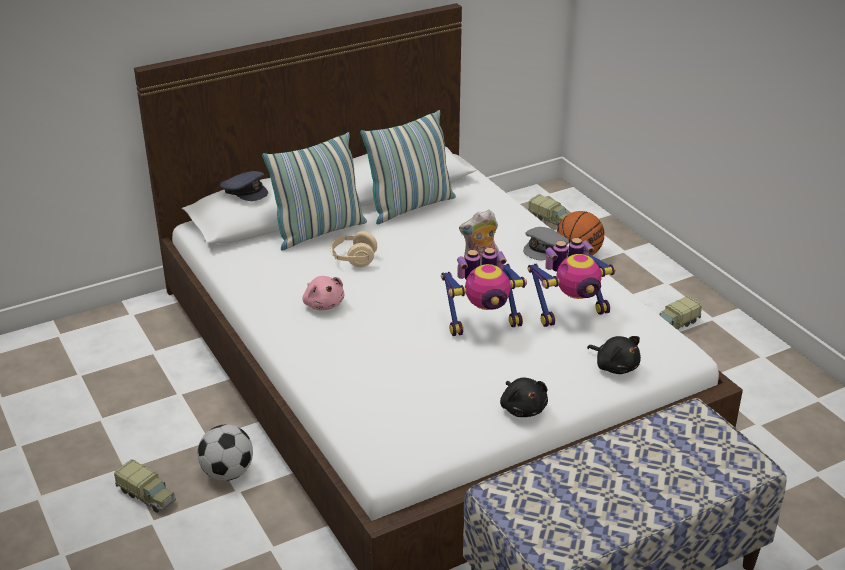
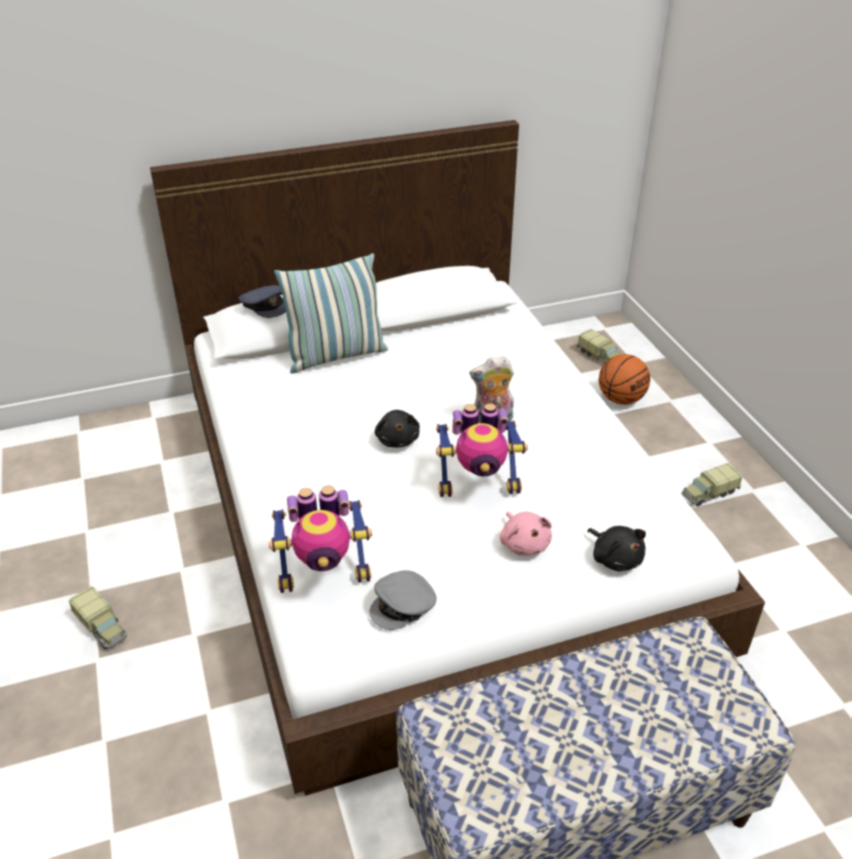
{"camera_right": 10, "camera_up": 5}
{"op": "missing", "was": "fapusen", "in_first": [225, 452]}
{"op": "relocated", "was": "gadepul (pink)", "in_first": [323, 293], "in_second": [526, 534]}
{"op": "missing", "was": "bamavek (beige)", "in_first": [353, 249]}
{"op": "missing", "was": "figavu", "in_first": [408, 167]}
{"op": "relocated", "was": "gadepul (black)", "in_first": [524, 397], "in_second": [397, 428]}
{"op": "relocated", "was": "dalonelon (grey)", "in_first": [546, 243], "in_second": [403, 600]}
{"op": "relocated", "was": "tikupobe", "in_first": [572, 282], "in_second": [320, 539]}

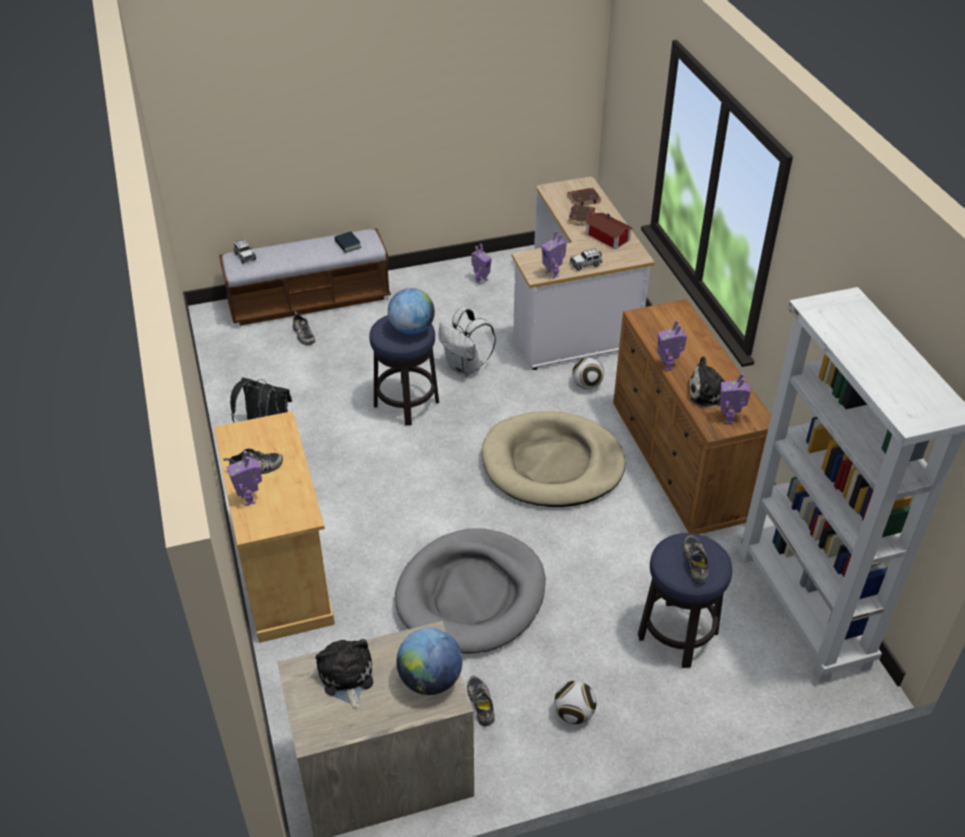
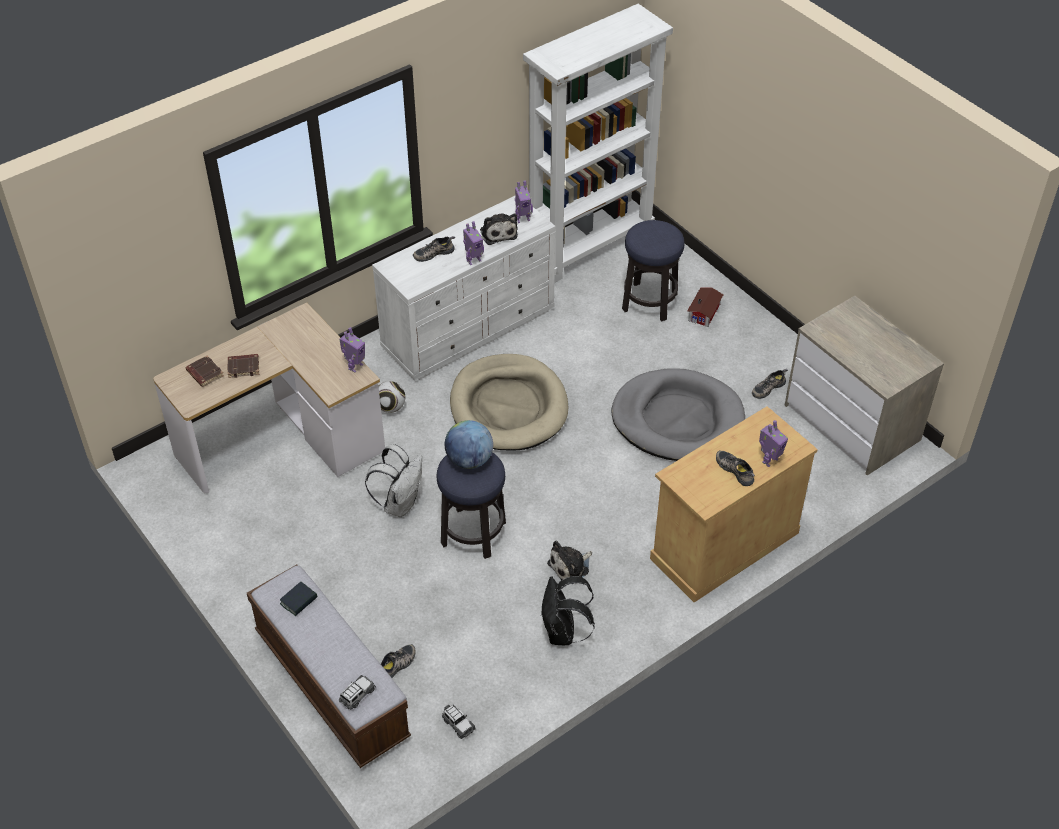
{"camera_right": -110, "camera_up": 5}
{"op": "relocated", "was": "gadepul", "in_first": [344, 674], "in_second": [569, 562]}
{"op": "missing", "was": "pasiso", "in_first": [429, 661]}
{"op": "missing", "was": "tikupobe", "in_first": [481, 264]}
{"op": "missing", "was": "fapusen", "in_first": [575, 702]}
{"op": "relocated", "was": "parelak", "in_first": [586, 259], "in_second": [459, 721]}
{"op": "relocated", "was": "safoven", "in_first": [609, 230], "in_second": [705, 307]}
{"op": "colour", "was": "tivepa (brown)", "now": "tivepa (white)", "in_first": [692, 416], "in_second": [463, 288]}
{"op": "relocated", "was": "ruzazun", "in_first": [696, 559], "in_second": [434, 249]}

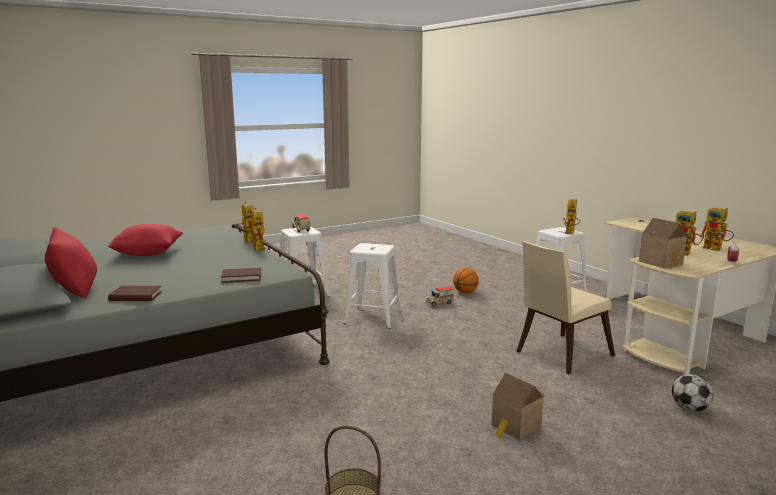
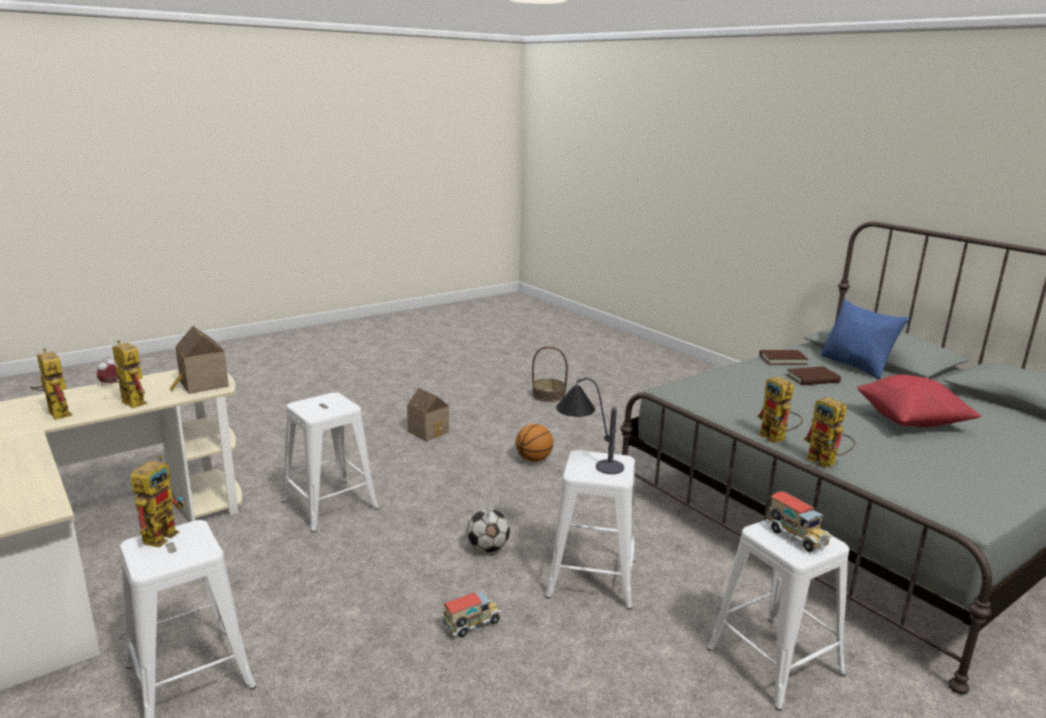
{"camera_right": 175, "camera_up": 5}
{"op": "colour", "was": "figavu (red)", "now": "figavu (blue)", "in_first": [71, 262], "in_second": [865, 339]}
{"op": "relocated", "was": "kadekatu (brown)", "in_first": [241, 275], "in_second": [813, 375]}
{"op": "relocated", "was": "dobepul", "in_first": [466, 280], "in_second": [534, 443]}
{"op": "exchanged", "was": "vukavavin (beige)", "now": "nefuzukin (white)", "in_first": [565, 307], "in_second": [330, 462]}
{"op": "relocated", "was": "fapusen", "in_first": [692, 393], "in_second": [488, 531]}
{"op": "appeared", "now": "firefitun", "in_second": [590, 426]}

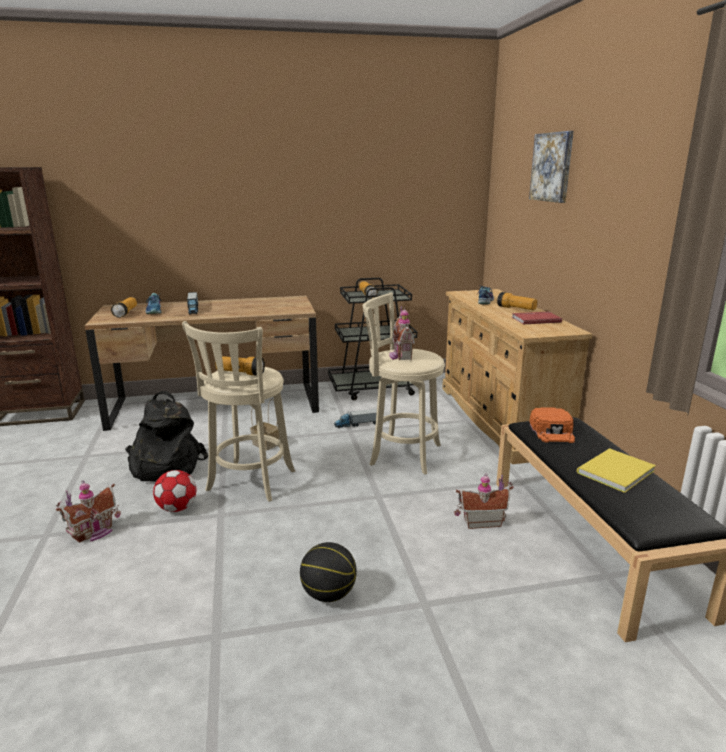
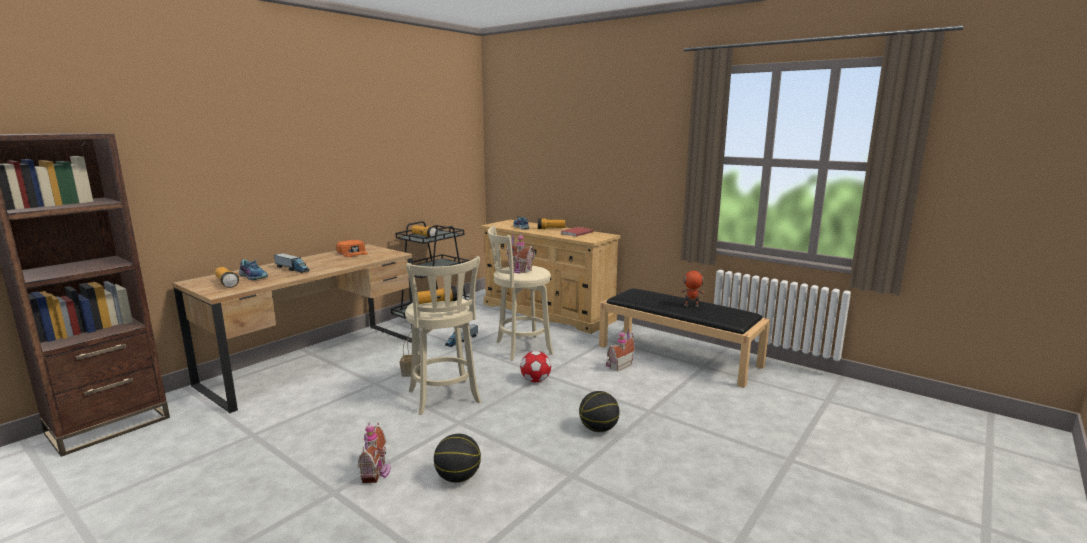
{"camera_right": -40, "camera_up": -5}
{"op": "missing", "was": "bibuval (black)", "in_first": [166, 436]}
{"op": "relocated", "was": "fapusen", "in_first": [174, 491], "in_second": [535, 366]}
{"op": "missing", "was": "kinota", "in_first": [551, 167]}
{"op": "relocated", "was": "dalonelon (orange)", "in_first": [552, 425], "in_second": [352, 248]}
{"op": "exchanged", "was": "kadekatu (yellow)", "now": "tikupobe", "in_first": [616, 470], "in_second": [693, 288]}
{"op": "appeared", "now": "dobepul", "in_second": [457, 458]}

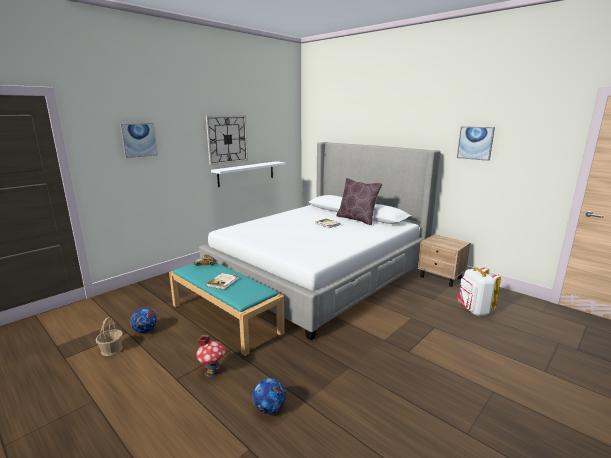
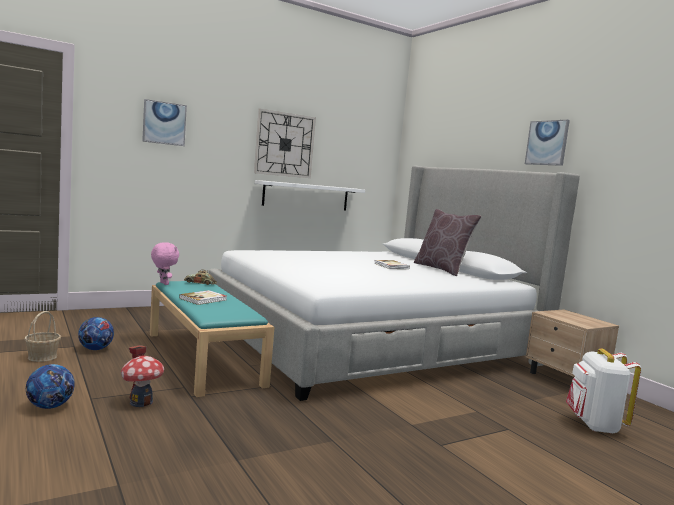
{"camera_right": 15, "camera_up": -10}
{"op": "relocated", "was": "fapusen", "in_first": [269, 396], "in_second": [50, 386]}
{"op": "relocated", "was": "kinota", "in_first": [476, 143], "in_second": [547, 143]}
{"op": "appeared", "now": "gadepul (pink)", "in_second": [165, 263]}

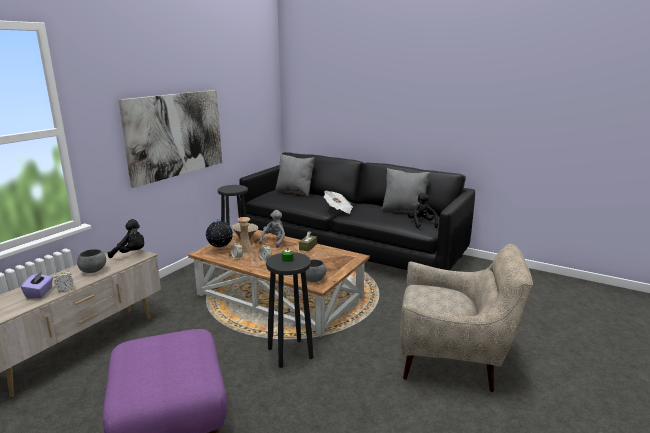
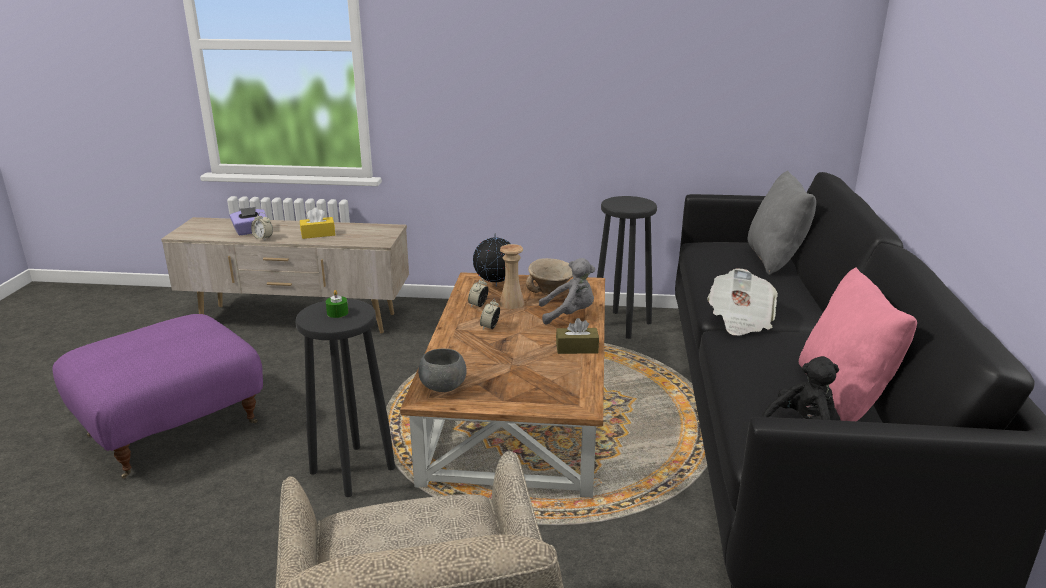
{"camera_right": 65, "camera_up": 5}
{"op": "exchanged", "was": "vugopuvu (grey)", "now": "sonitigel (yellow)", "in_first": [91, 261], "in_second": [317, 223]}
{"op": "missing", "was": "gadepul (black)", "in_first": [126, 238]}
{"op": "missing", "was": "kinota", "in_first": [170, 139]}
{"op": "colour", "was": "figavu (grey)", "now": "figavu (pink)", "in_first": [405, 190], "in_second": [858, 344]}

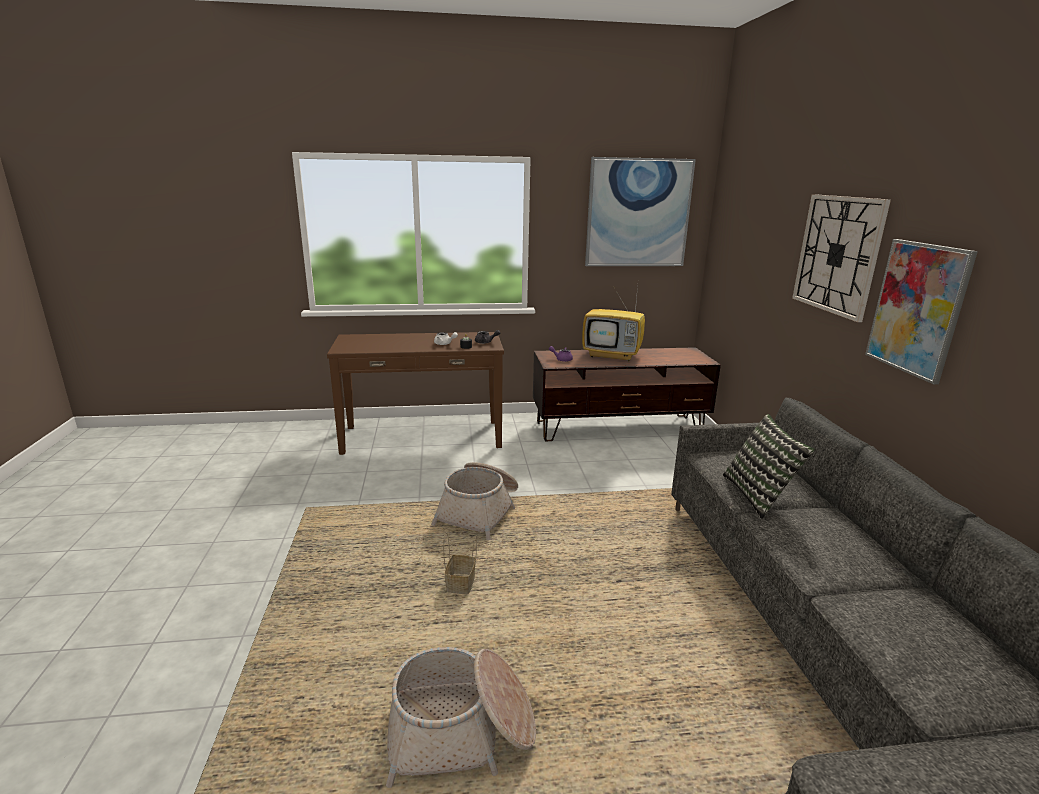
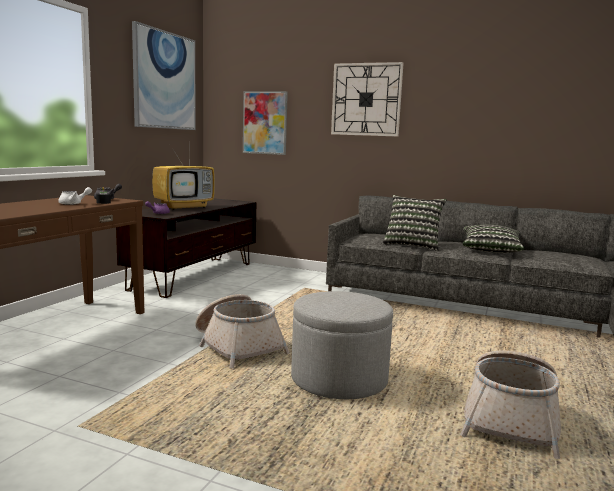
{"camera_right": -60, "camera_up": -10}
{"op": "exchanged", "was": "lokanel", "now": "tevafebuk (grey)", "in_first": [460, 563], "in_second": [342, 345]}
{"op": "relocated", "was": "kinota", "in_first": [921, 311], "in_second": [265, 123]}
{"op": "appeared", "now": "figavu", "in_second": [493, 238]}

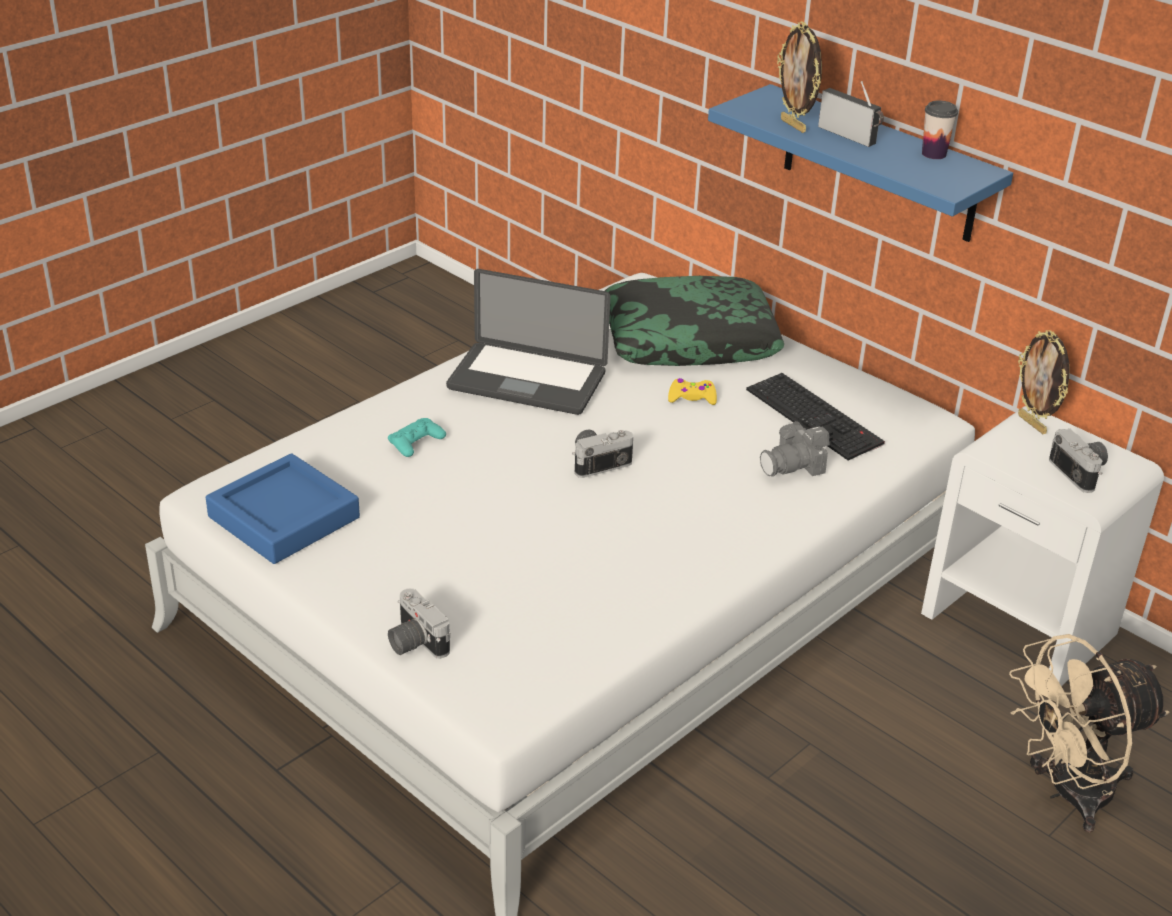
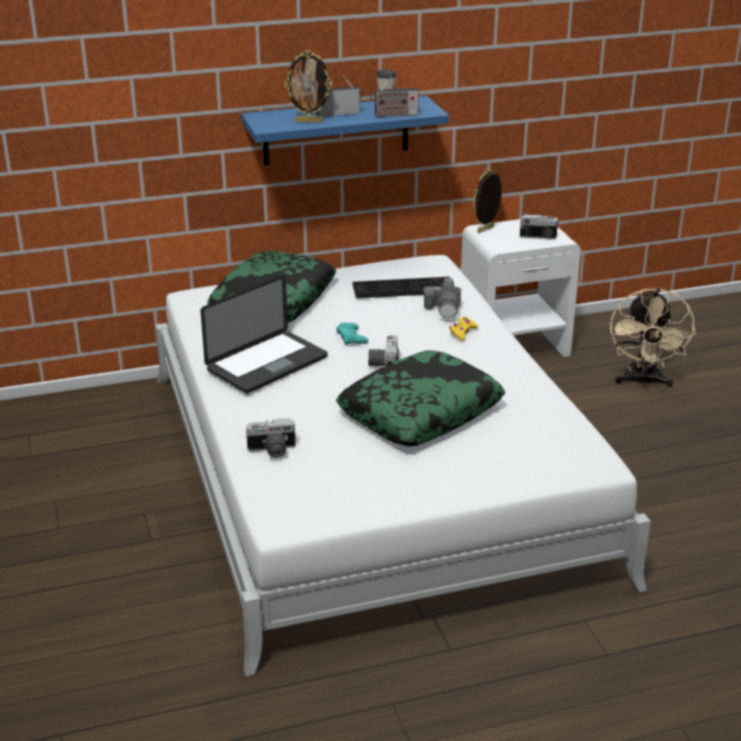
{"camera_right": -60, "camera_up": -5}
{"op": "missing", "was": "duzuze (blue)", "in_first": [283, 508]}
{"op": "relocated", "was": "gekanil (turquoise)", "in_first": [417, 437], "in_second": [352, 333]}
{"op": "relocated", "was": "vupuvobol", "in_first": [419, 623], "in_second": [271, 438]}
{"op": "relocated", "was": "gekanil (yellow)", "in_first": [692, 391], "in_second": [463, 329]}
{"op": "spun", "was": "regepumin", "in_first": [1044, 382], "in_second": [487, 201], "clockwise": 135}
{"op": "appeared", "now": "figavu", "in_second": [420, 398]}
{"op": "appeared", "now": "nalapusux", "in_second": [395, 96]}

